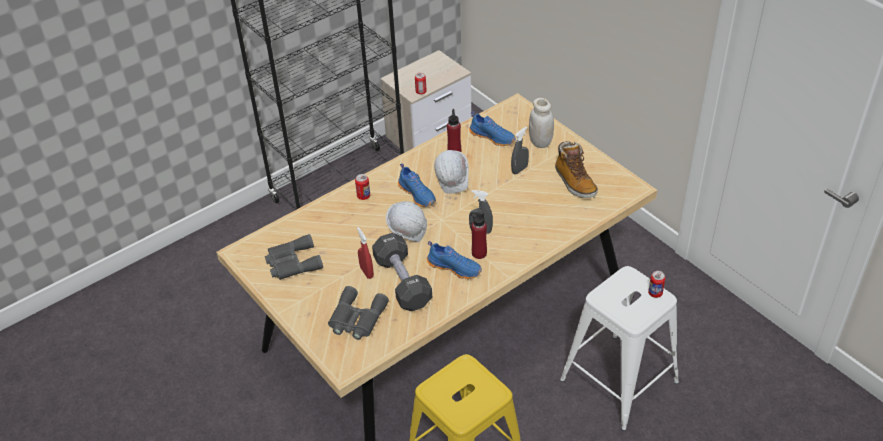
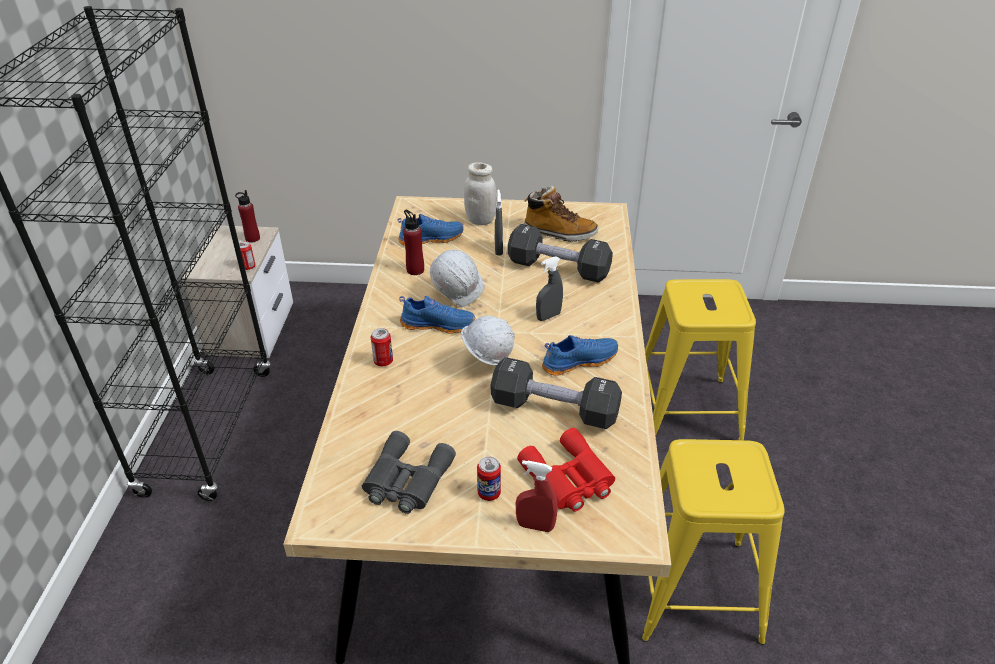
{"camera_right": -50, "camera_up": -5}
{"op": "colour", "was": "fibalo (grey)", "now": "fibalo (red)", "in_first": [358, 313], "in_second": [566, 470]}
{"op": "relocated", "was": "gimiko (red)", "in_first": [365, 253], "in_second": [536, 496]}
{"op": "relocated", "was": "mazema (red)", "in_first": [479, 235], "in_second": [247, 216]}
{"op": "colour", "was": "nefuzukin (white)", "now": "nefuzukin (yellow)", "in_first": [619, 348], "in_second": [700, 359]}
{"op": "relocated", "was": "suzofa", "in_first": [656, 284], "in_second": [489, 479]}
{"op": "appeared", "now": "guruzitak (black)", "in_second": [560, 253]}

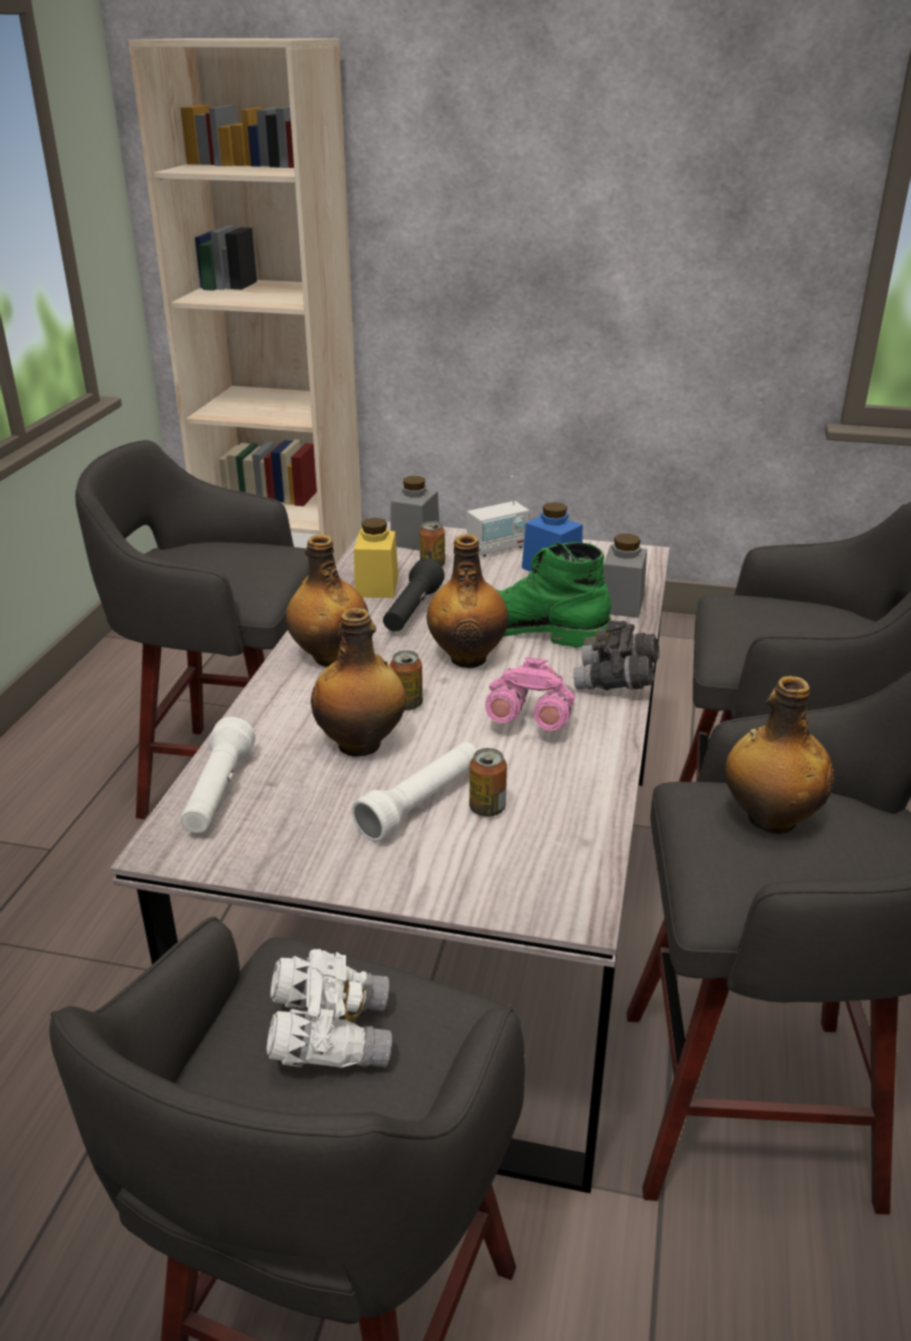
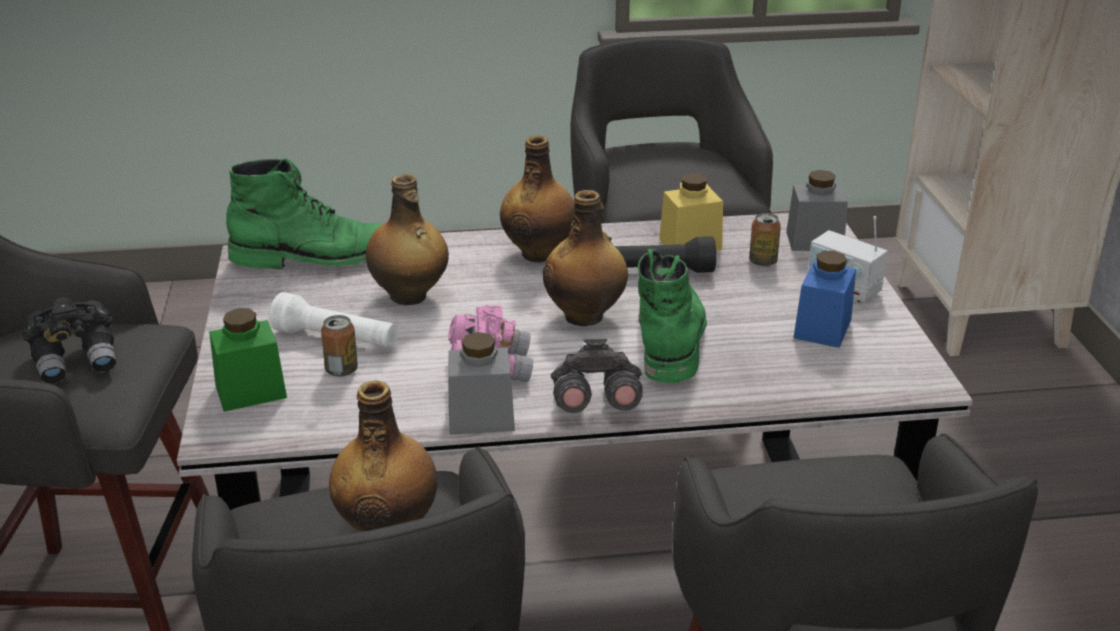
{"camera_right": 70, "camera_up": 0}
{"op": "exchanged", "was": "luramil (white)", "now": "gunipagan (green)", "in_first": [217, 775], "in_second": [304, 213]}
{"op": "colour", "was": "fibalo (white)", "now": "fibalo (black)", "in_first": [329, 1008], "in_second": [70, 340]}
{"op": "missing", "was": "suzofa", "in_first": [406, 680]}
{"op": "relocated", "was": "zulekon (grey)", "in_first": [625, 576], "in_second": [481, 383]}
{"op": "appeared", "now": "zulekon (green)", "in_second": [248, 360]}

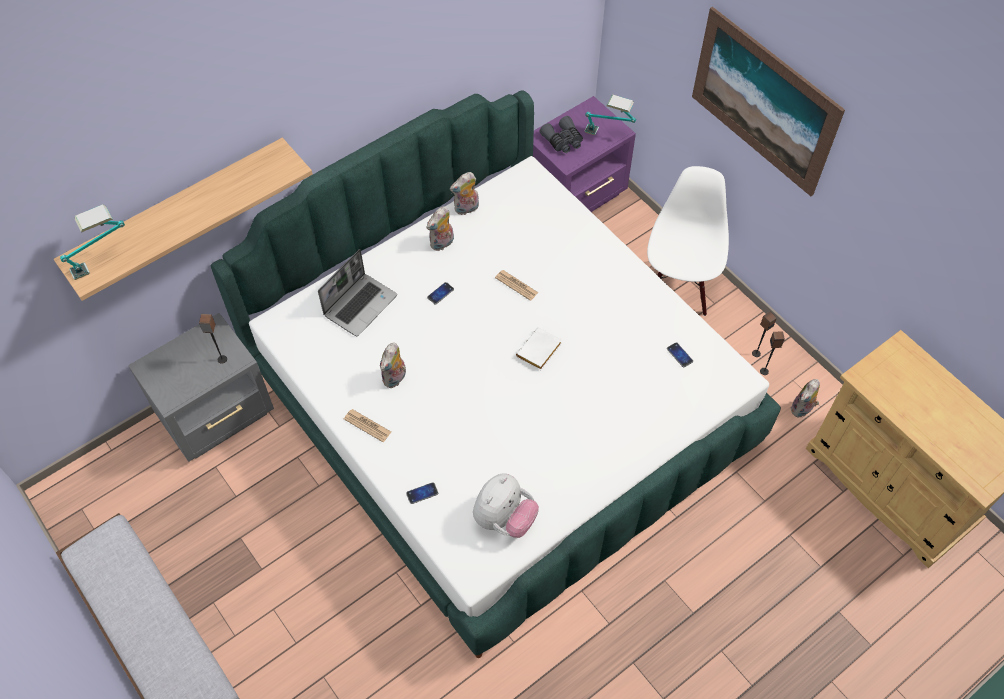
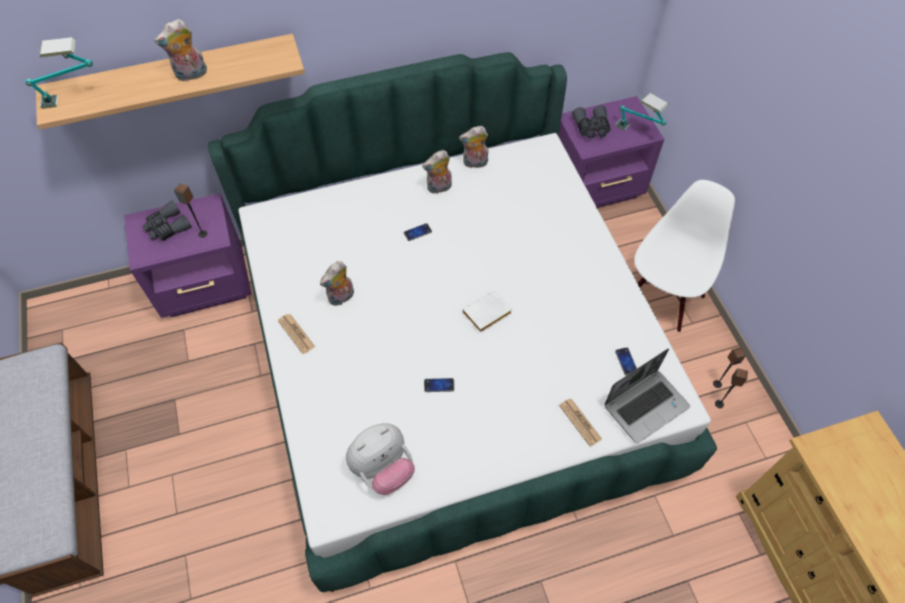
{"camera_right": 20, "camera_up": 0}
{"op": "colour", "was": "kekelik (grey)", "now": "kekelik (purple)", "in_first": [201, 387], "in_second": [188, 255]}
{"op": "relocated", "was": "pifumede", "in_first": [357, 292], "in_second": [647, 396]}
{"op": "relocated", "was": "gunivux", "in_first": [422, 493], "in_second": [439, 385]}
{"op": "relocated", "was": "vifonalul", "in_first": [517, 285], "in_second": [580, 423]}
{"op": "missing", "was": "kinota", "in_first": [768, 101]}
{"op": "relocated", "was": "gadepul", "in_first": [805, 398], "in_second": [180, 50]}
{"op": "appeared", "now": "fibalo (grey)", "in_second": [167, 220]}

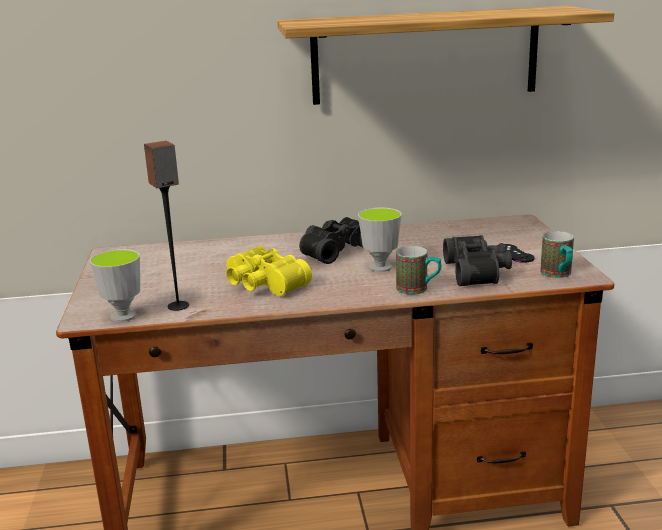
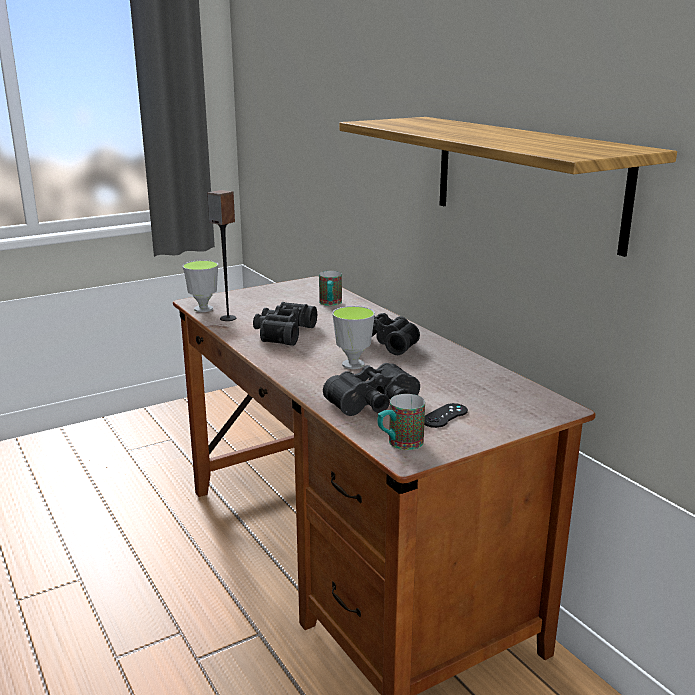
{"camera_right": 65, "camera_up": 0}
{"op": "colour", "was": "fibalo (yellow)", "now": "fibalo (black)", "in_first": [269, 270], "in_second": [285, 324]}
{"op": "relocated", "was": "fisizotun", "in_first": [419, 270], "in_second": [330, 288]}

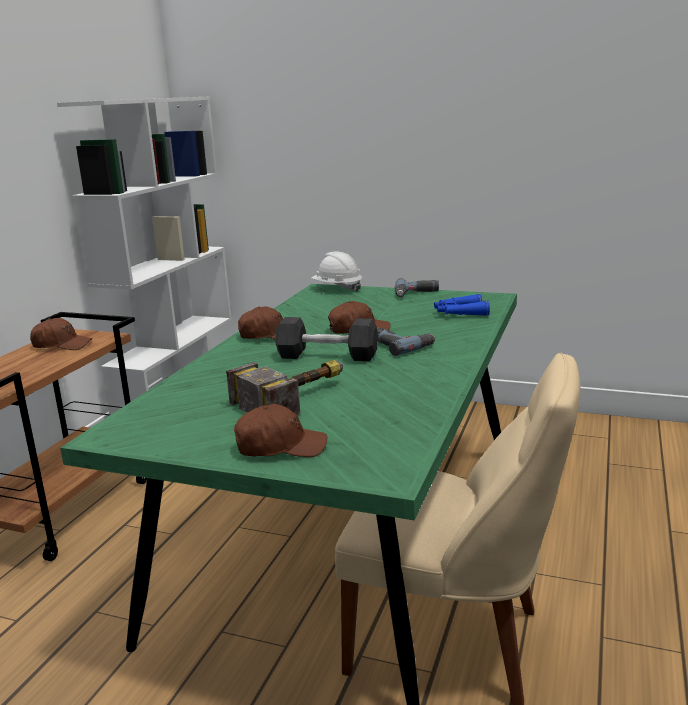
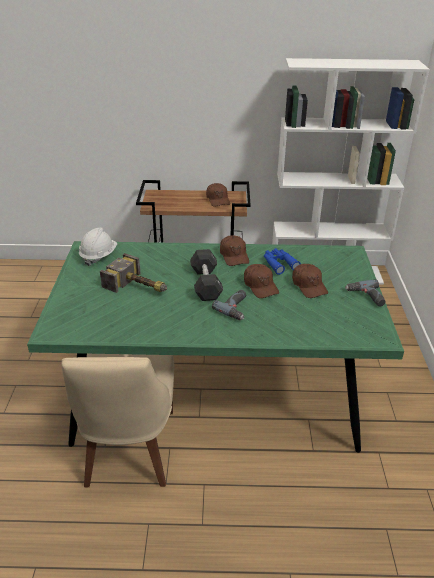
{"camera_right": 70, "camera_up": 15}
{"op": "relocated", "was": "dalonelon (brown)", "in_first": [280, 430], "in_second": [310, 281]}
{"op": "relocated", "was": "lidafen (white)", "in_first": [336, 271], "in_second": [98, 247]}
{"op": "relocated", "was": "fibalo (blue)", "in_first": [462, 305], "in_second": [282, 261]}

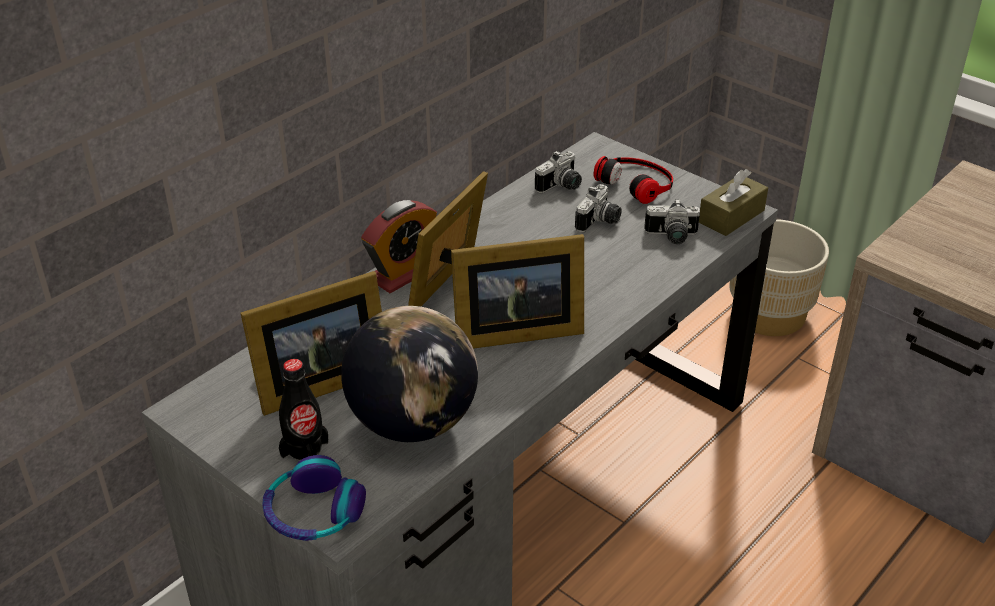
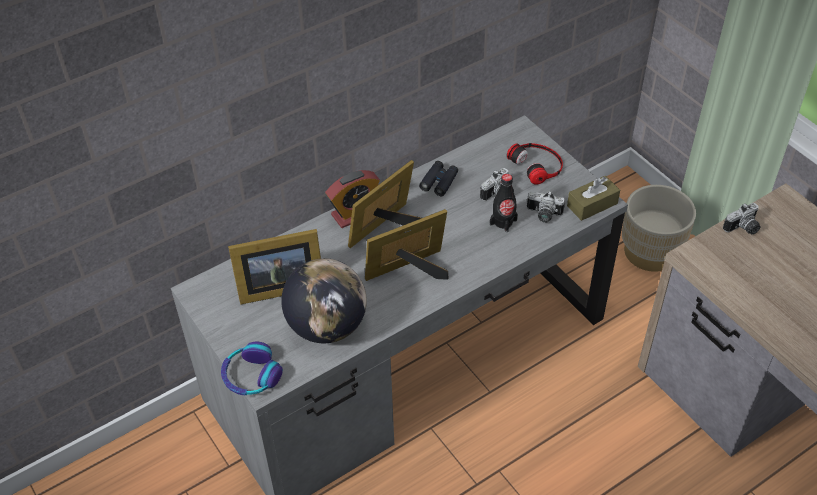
{"camera_right": 15, "camera_up": 10}
{"op": "relocated", "was": "mazema (black)", "in_first": [304, 409], "in_second": [504, 203]}
{"op": "spun", "was": "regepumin", "in_first": [517, 291], "in_second": [406, 245], "clockwise": 150}
{"op": "relocated", "was": "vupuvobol", "in_first": [558, 172], "in_second": [742, 219]}
{"op": "appeared", "now": "fibalo (black)", "in_second": [438, 178]}

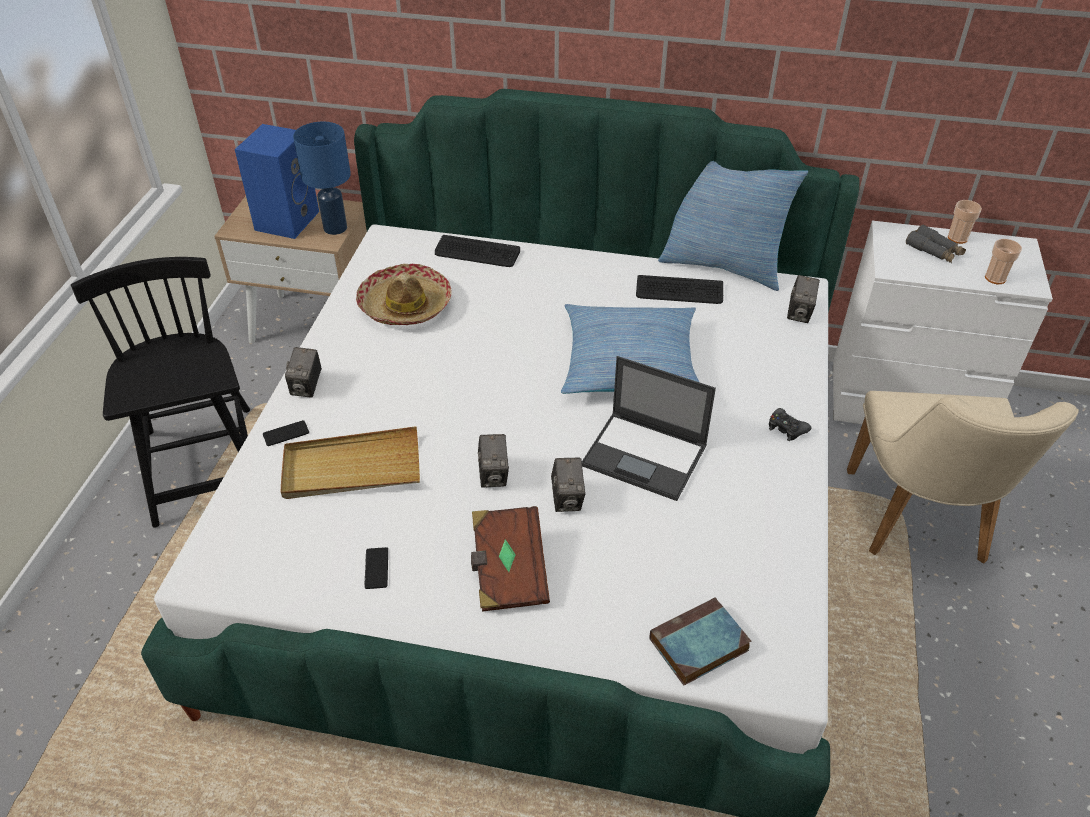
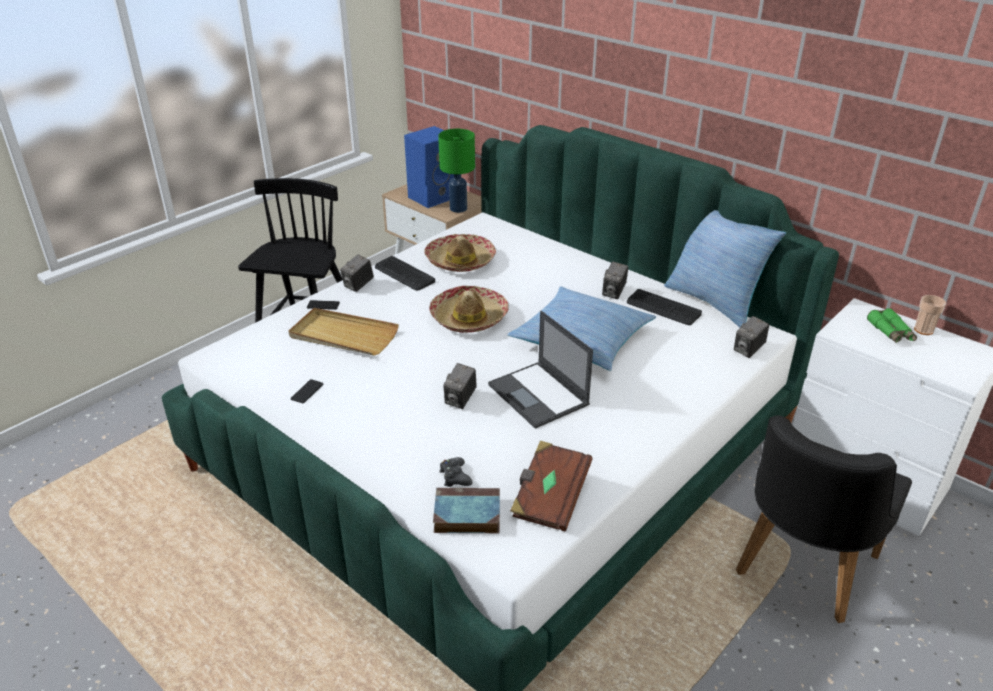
{"camera_right": 30, "camera_up": -10}
{"op": "colour", "was": "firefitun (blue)", "now": "firefitun (green)", "in_first": [322, 178], "in_second": [456, 171]}
{"op": "relocated", "was": "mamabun", "in_first": [477, 251], "in_second": [405, 273]}
{"op": "relocated", "was": "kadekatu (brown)", "in_first": [510, 559], "in_second": [551, 486]}
{"op": "relocated", "was": "vupuvobol", "in_first": [493, 461], "in_second": [615, 280]}
{"op": "relocated", "was": "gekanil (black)", "in_first": [790, 424], "in_second": [456, 472]}
{"op": "colour", "was": "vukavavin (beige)", "now": "vukavavin (black)", "in_first": [963, 477], "in_second": [824, 519]}
{"op": "colour", "was": "fibalo (grey)", "now": "fibalo (green)", "in_first": [936, 244], "in_second": [892, 325]}
{"op": "missing", "was": "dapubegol", "in_first": [1003, 261]}
{"op": "appeared", "now": "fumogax", "in_second": [469, 309]}

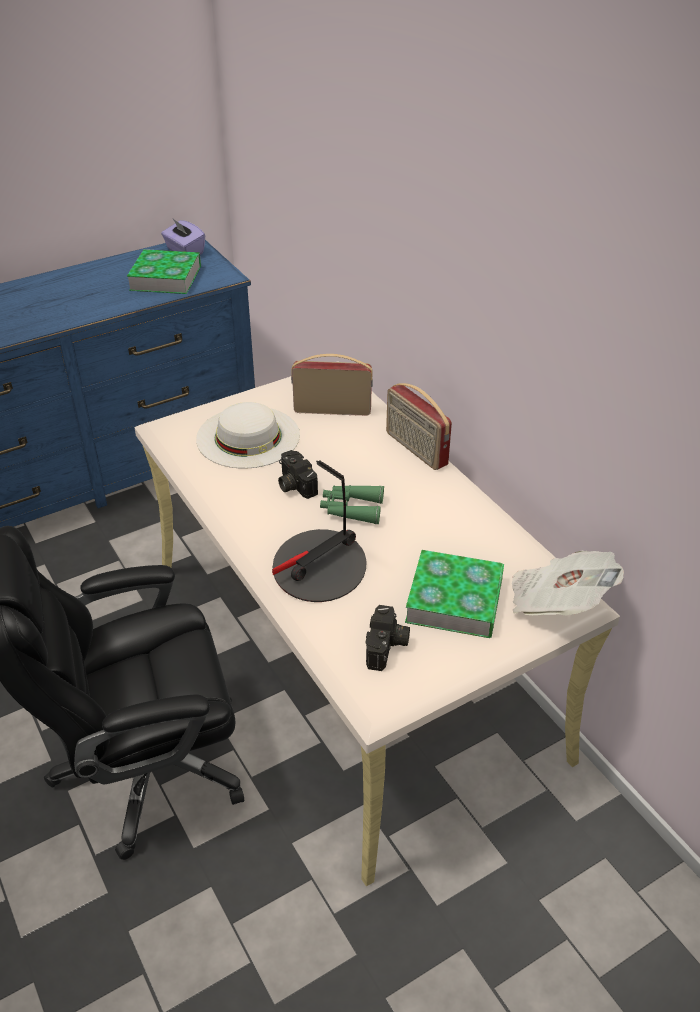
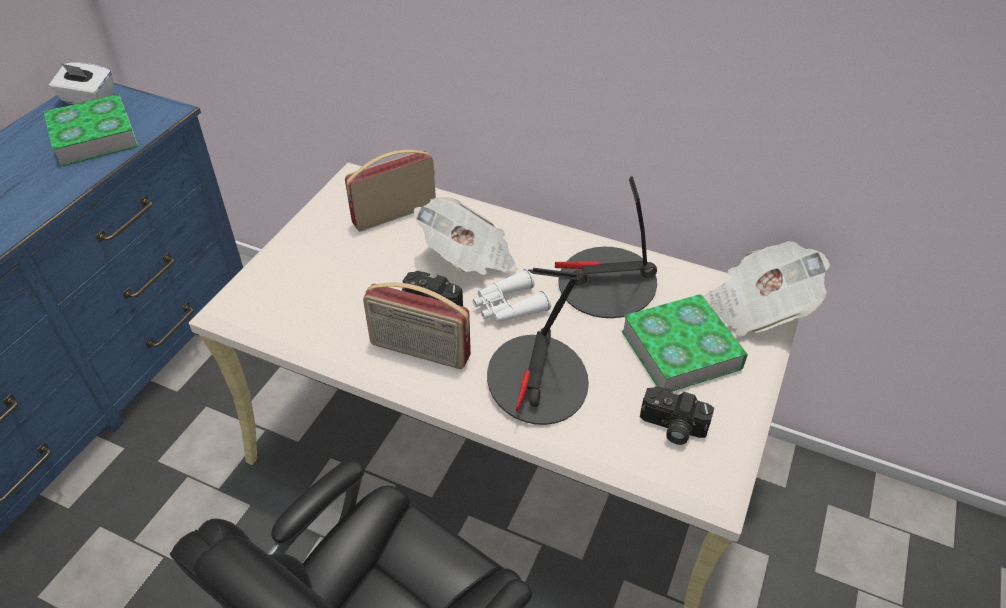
{"camera_right": -35, "camera_up": 5}
{"op": "colour", "was": "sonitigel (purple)", "now": "sonitigel (white)", "in_first": [183, 237], "in_second": [81, 83]}
{"op": "missing", "was": "fumogax (white)", "in_first": [248, 435]}
{"op": "colour", "was": "fibalo (green)", "now": "fibalo (white)", "in_first": [352, 504], "in_second": [512, 296]}
{"op": "spun", "was": "vupuvobol", "in_first": [387, 638], "in_second": [677, 415], "clockwise": 135}
{"op": "relocated", "was": "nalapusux", "in_first": [419, 426], "in_second": [417, 326]}
{"op": "appeared", "now": "vifonalul", "in_second": [466, 236]}
{"op": "appeared", "now": "firefitun", "in_second": [606, 247]}

